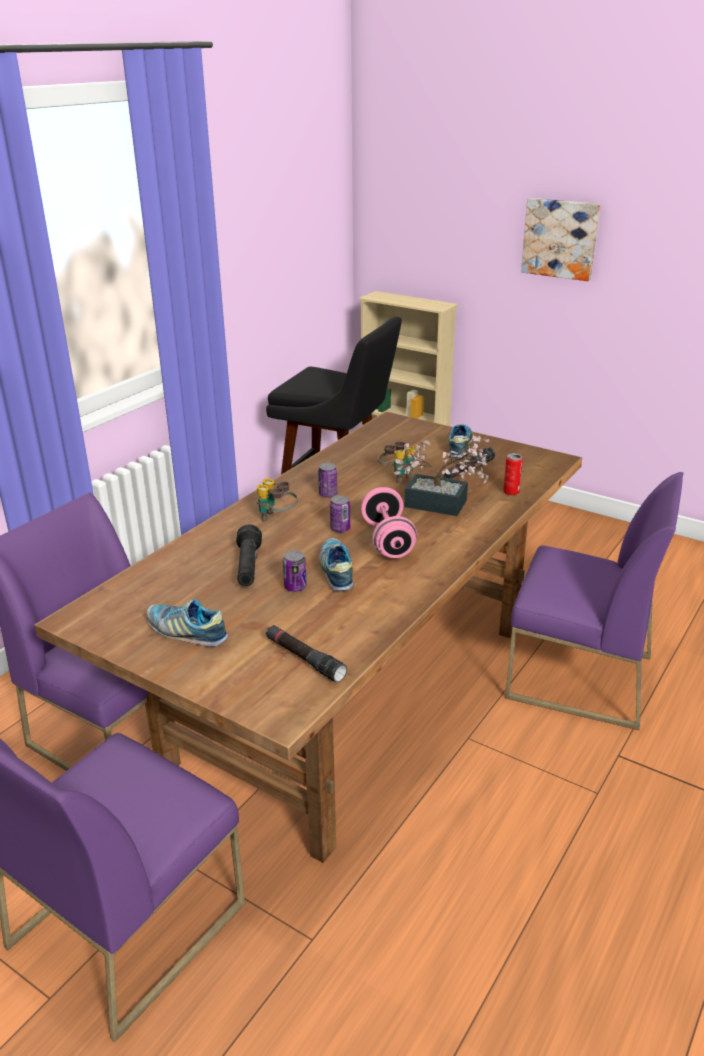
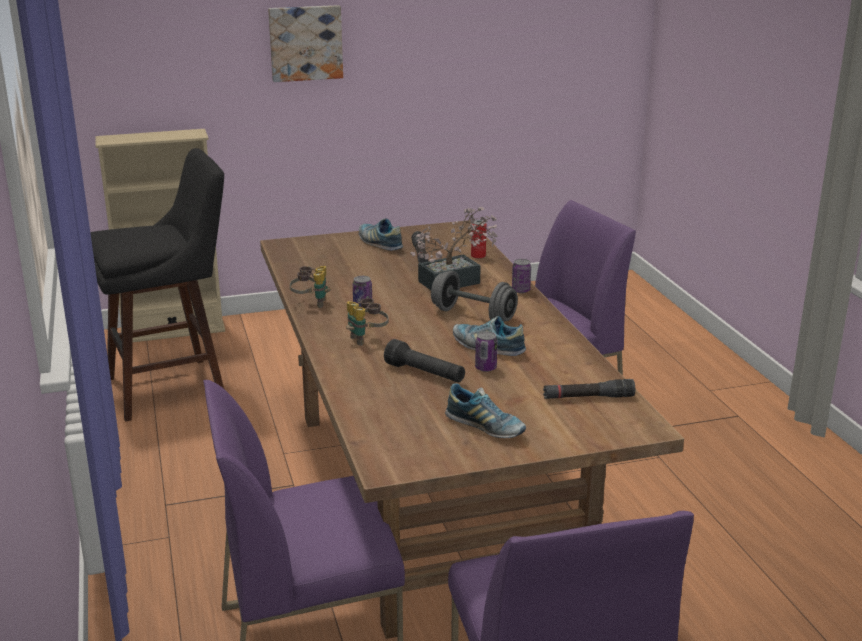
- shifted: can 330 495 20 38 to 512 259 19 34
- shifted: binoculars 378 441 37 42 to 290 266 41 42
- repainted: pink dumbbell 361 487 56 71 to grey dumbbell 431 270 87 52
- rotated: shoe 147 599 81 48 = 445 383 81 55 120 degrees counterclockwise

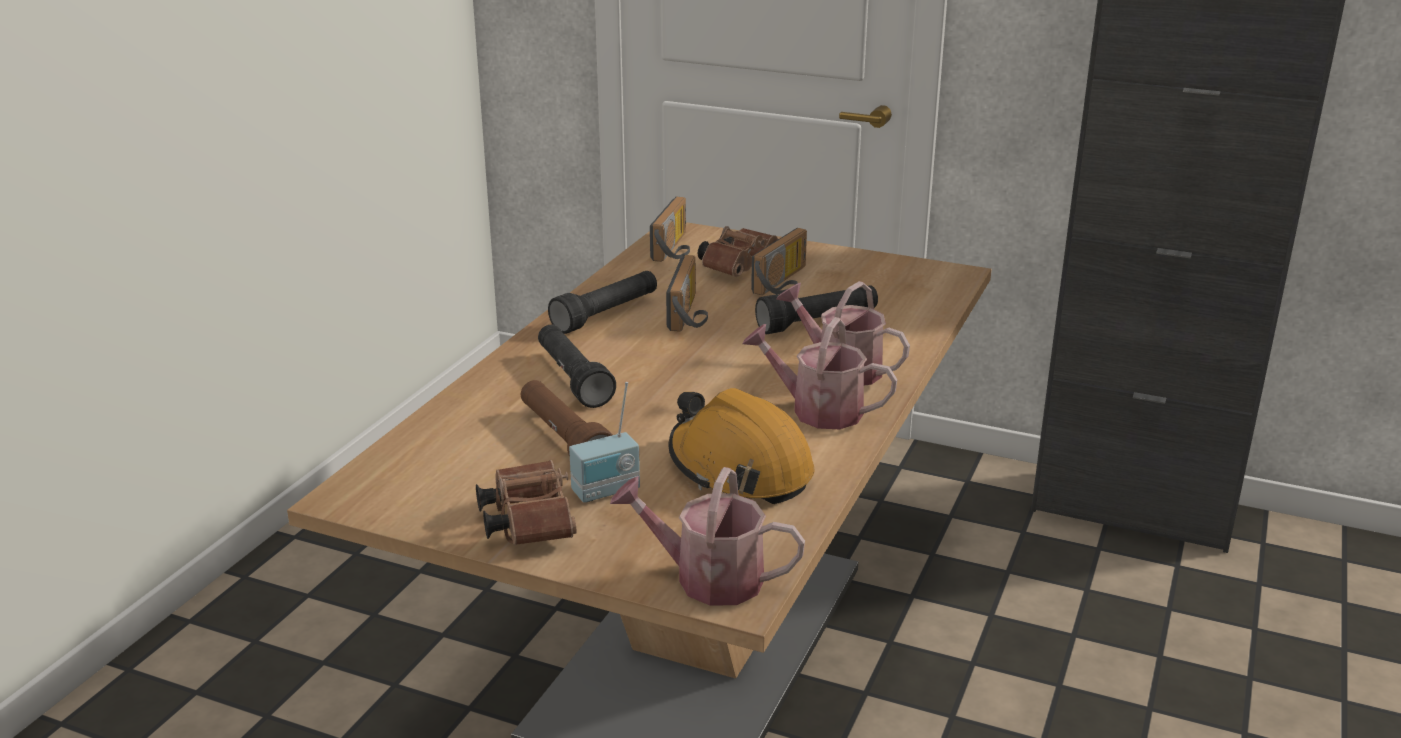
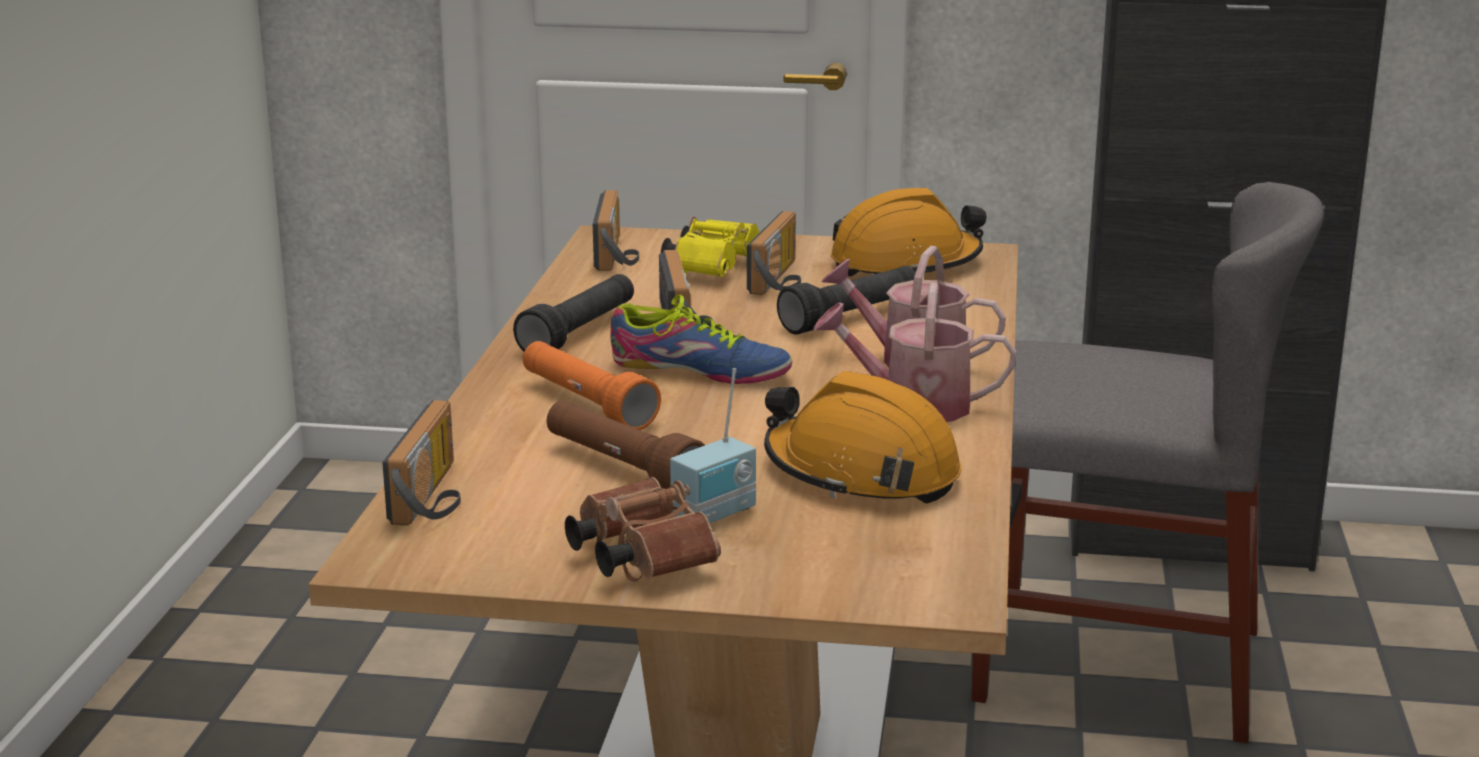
- gone: watering can 610 467 195 139
- new: radio 382 400 79 126
- new: shoe 610 294 182 90
- new: orange hard hat 830 188 156 88
- new: grey chair 971 182 353 561
- repainted: black flashlight 538 325 78 83 to orange flashlight 523 341 138 89
- repainted: brown binoculars 698 226 80 51 to yellow binoculars 661 216 99 61

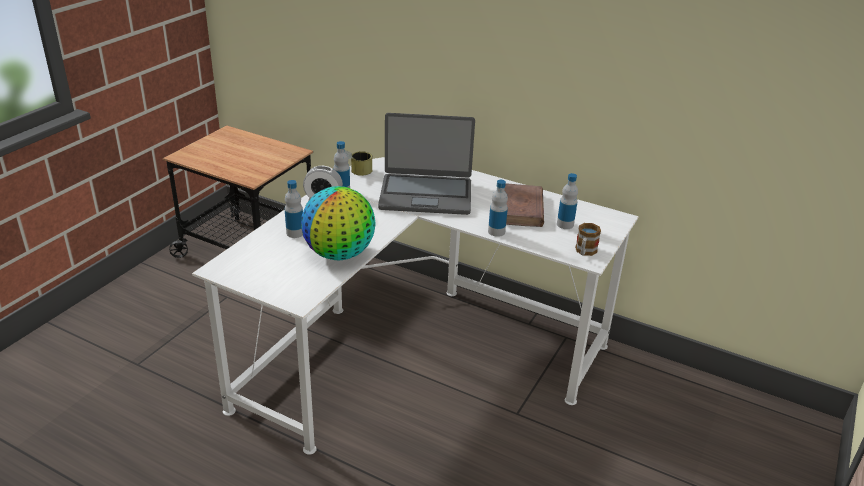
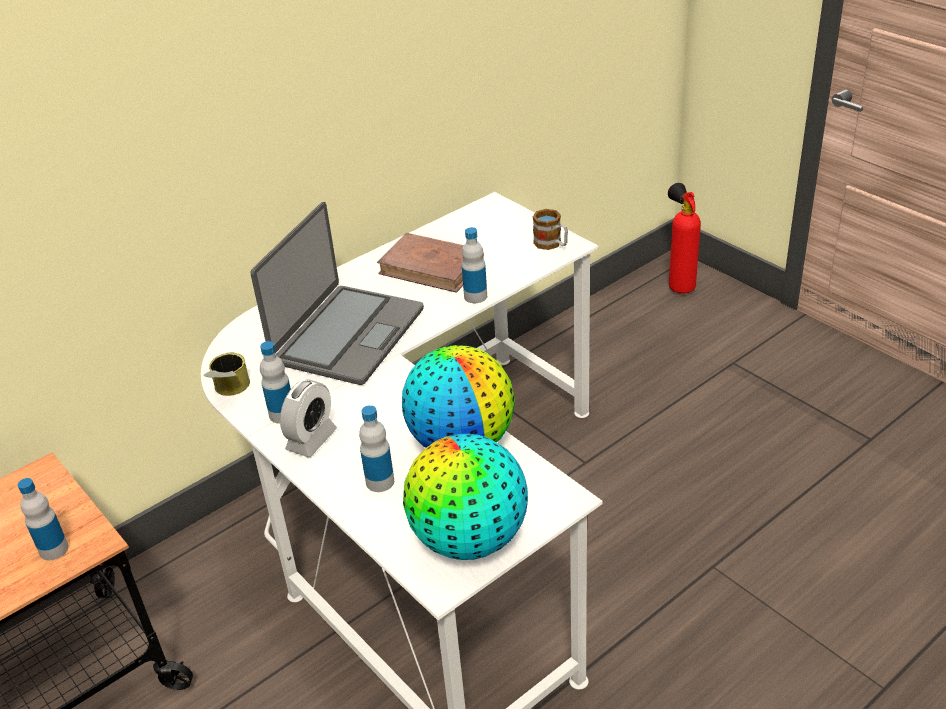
- new: globe 403 434 125 126
- new: fire extinguisher 668 183 33 111
- shifted: bottle 557 173 21 56 to 18 478 51 82

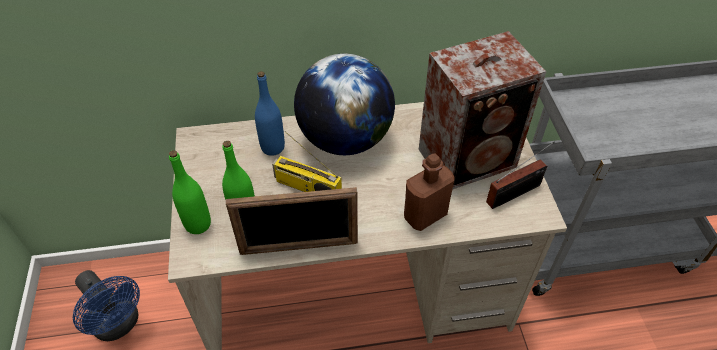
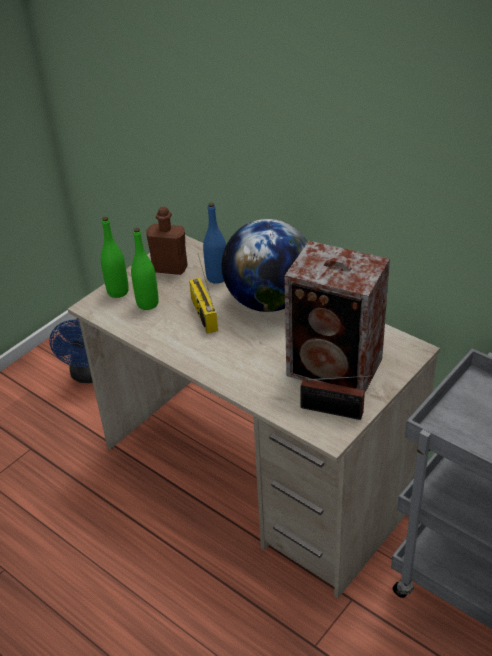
- gone: picture frame 226 187 132 68
- shifted: brown bottle 404 154 51 77 to 146 207 42 68

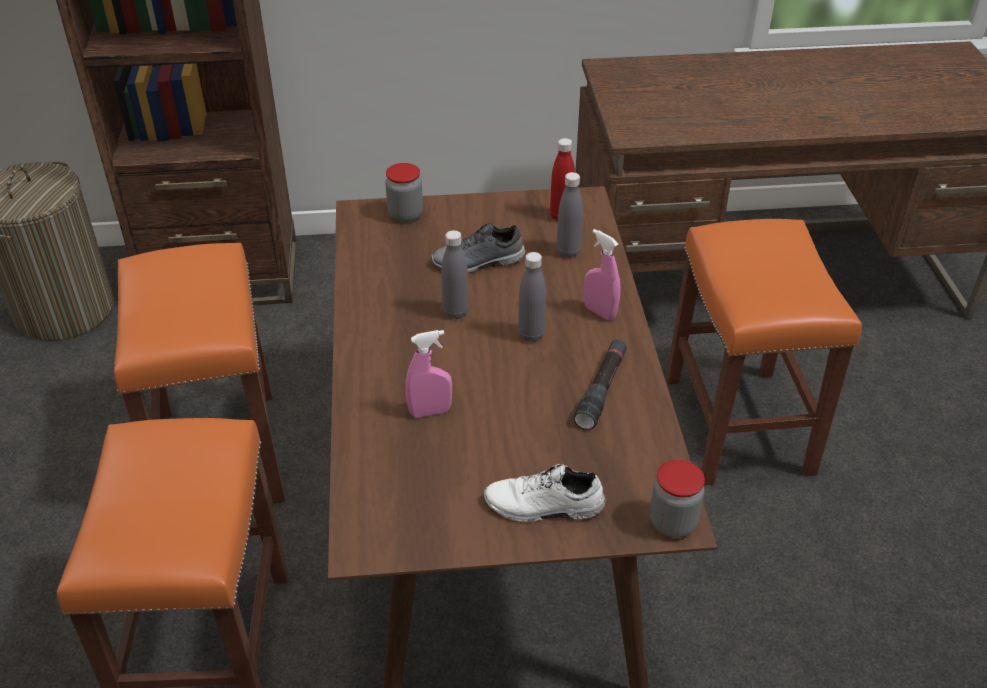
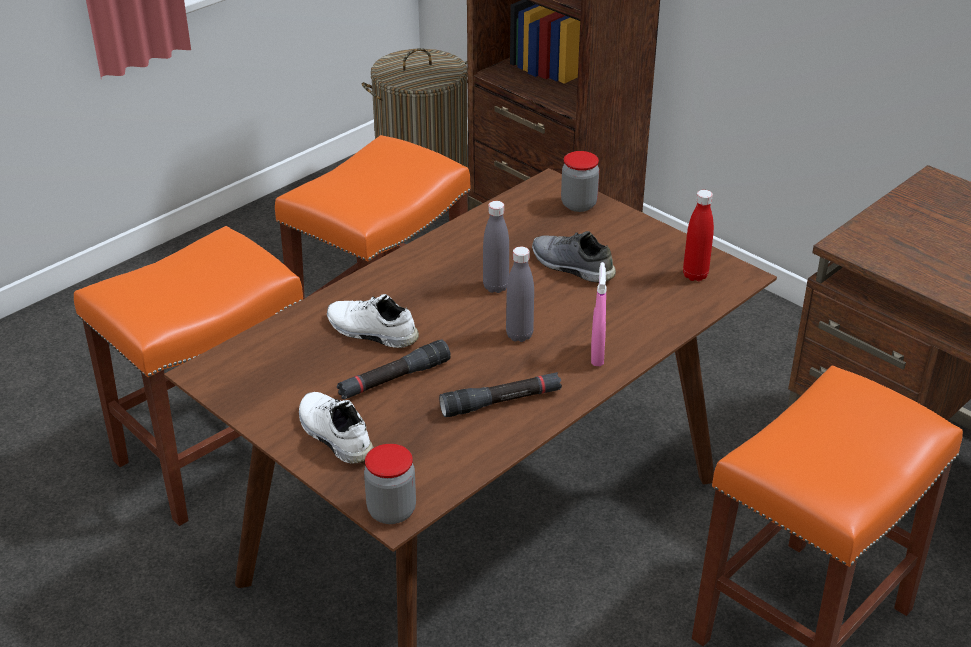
- gone: grey bottle 556 172 27 86
- new: black flashlight 337 339 114 61
- swapped: pink spray bottle 405 330 47 88 to white shoe 327 294 92 54

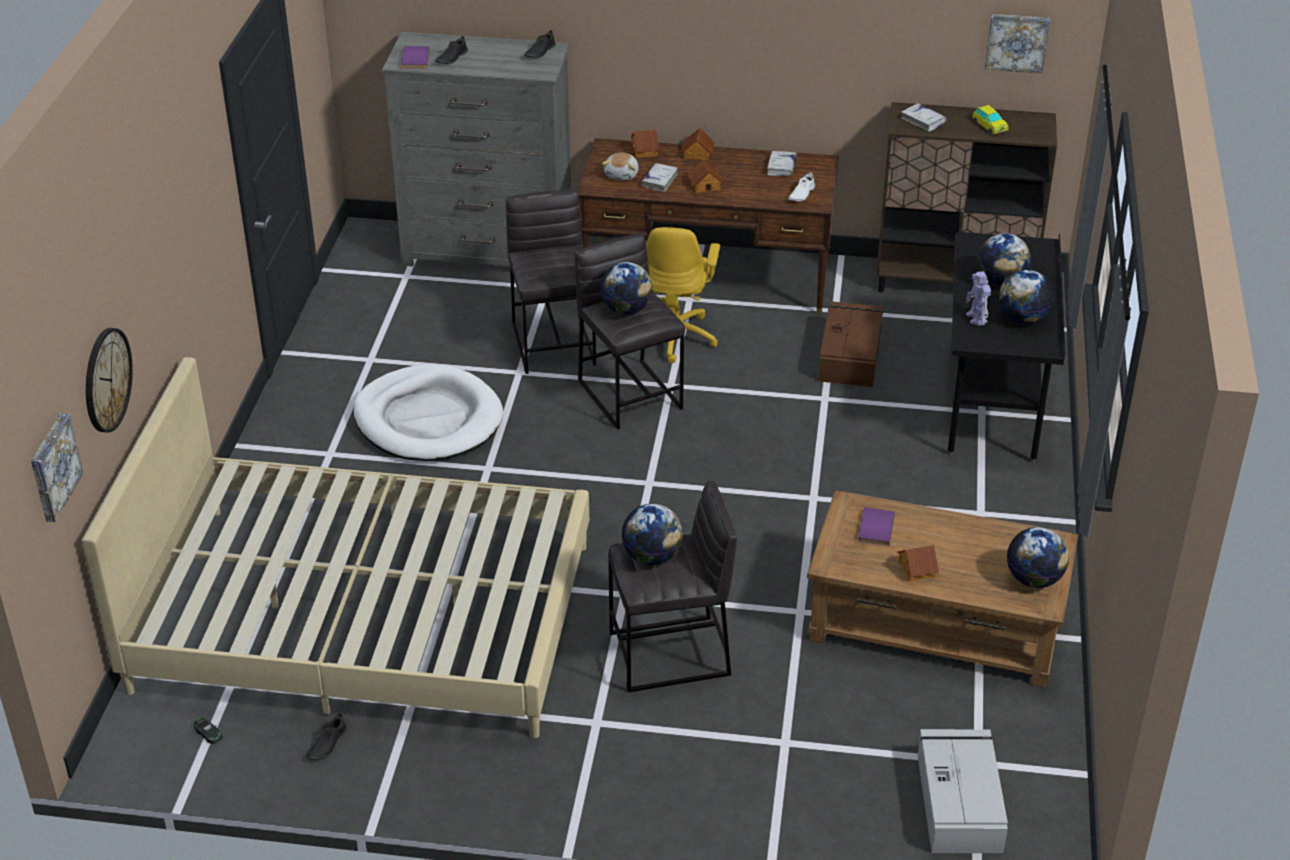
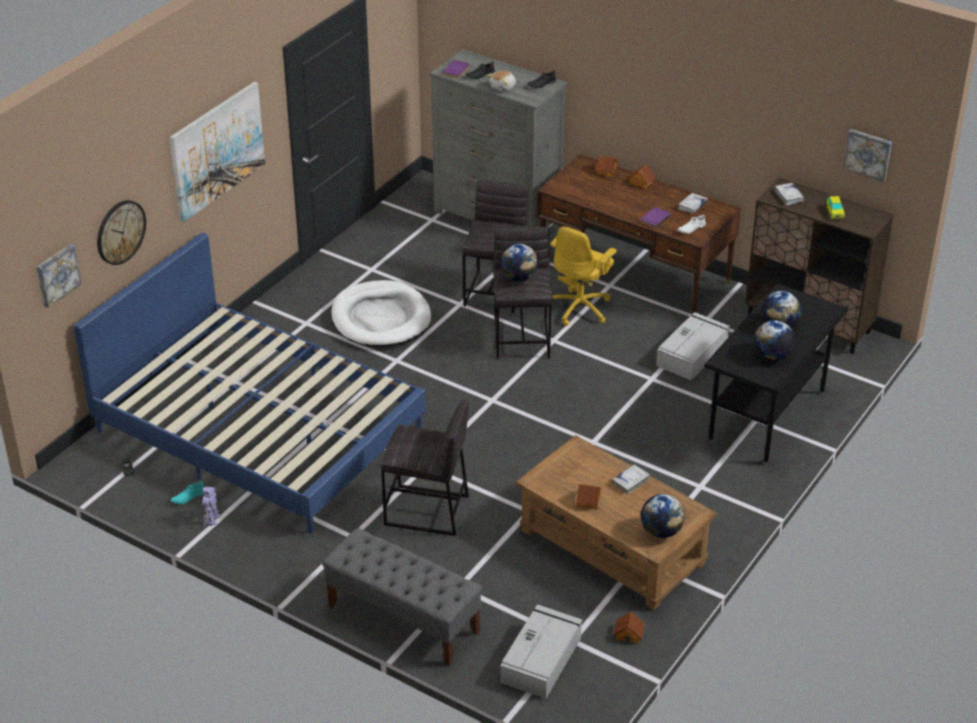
- gone: globe 621 504 62 61
- new: picture 170 82 95 140
- new: grey bench 322 528 161 138
- shifted: plush toy 602 152 37 29 to 487 70 29 21
- shifted: white book 641 163 37 29 to 612 464 38 30
- shifted: toy house 688 159 36 34 to 613 611 32 33
- shifted: purple book 858 508 37 38 to 640 207 31 22
- shifted: toy robot 966 271 25 55 to 202 487 18 39
- repainted: beige bed 82 357 507 381 to blue bed 74 233 352 301
- repainted: black shoe 306 713 42 47 to turquoise shoe 170 480 35 24
- repainted: brown storage box 818 301 65 86 to grey storage box 656 312 74 69

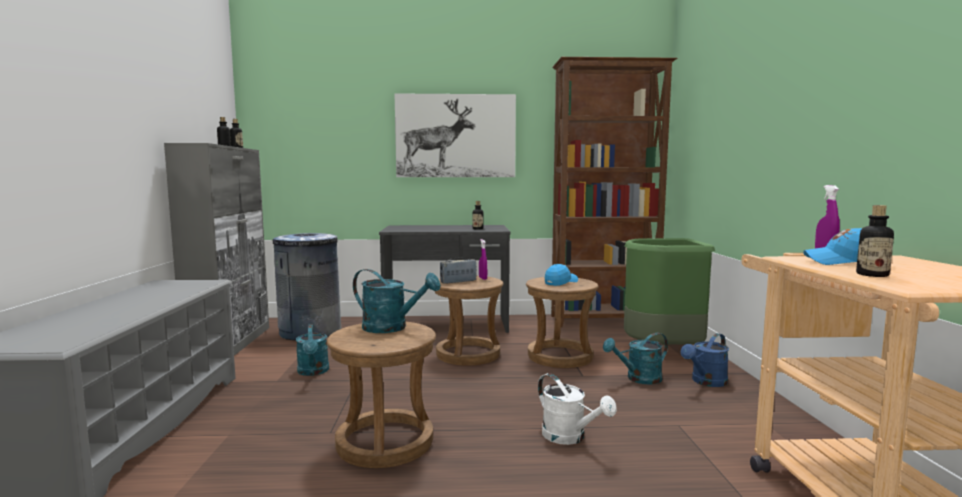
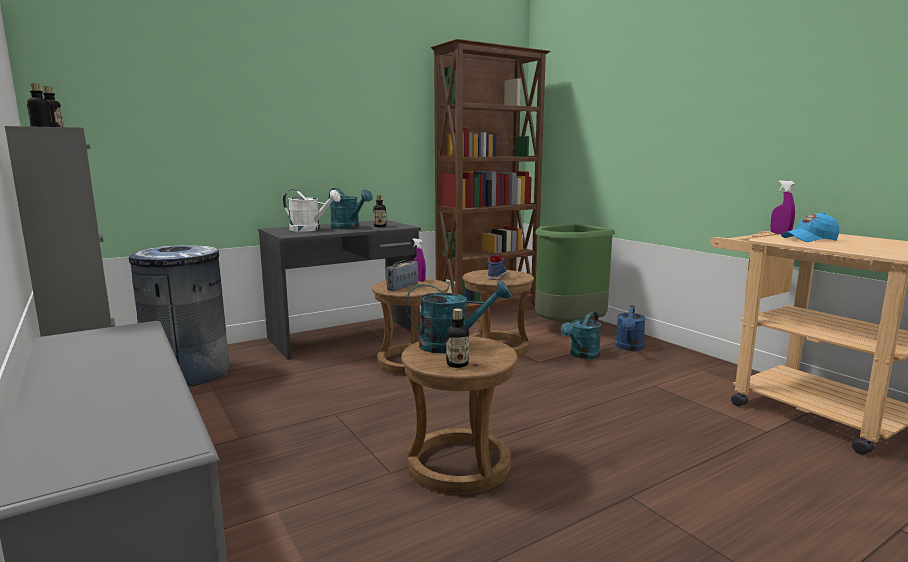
- gone: picture 395 93 121 84
- shifted: turquoise watering can 296 324 33 52 to 329 188 44 41
- shifted: white watering can 538 373 79 72 to 283 189 58 43
- shifted: bottle 856 205 38 72 to 446 309 23 59
- swapped: blue cap 545 264 33 22 to blue shoe 487 254 20 26

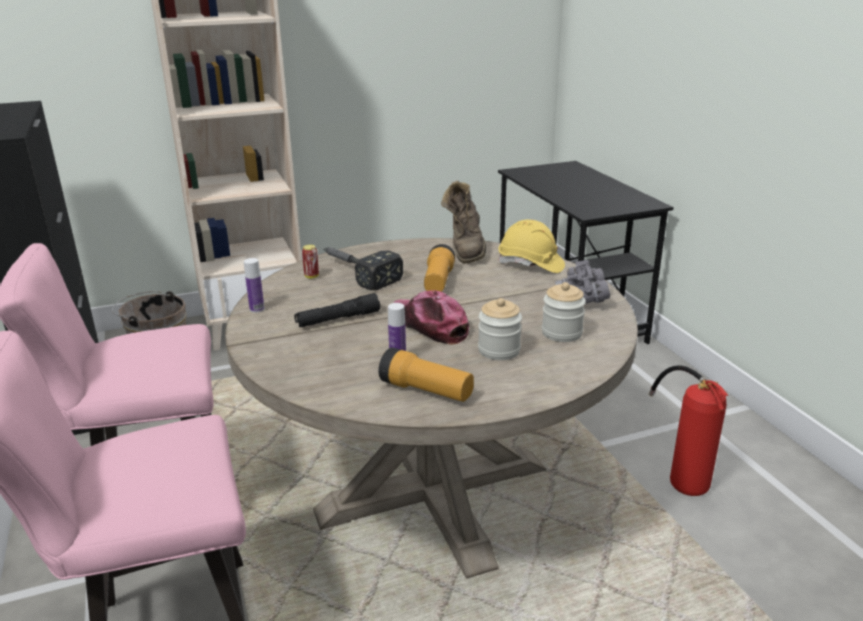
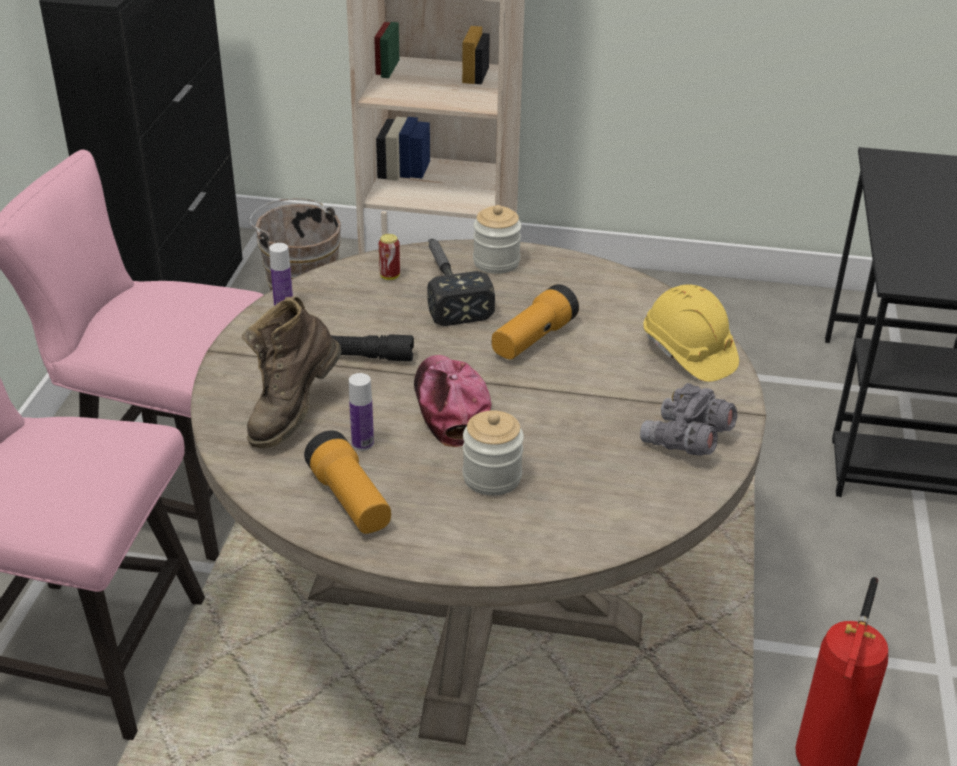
- shifted: brown boot 441 181 45 83 to 242 296 100 152
- shifted: jar 542 282 44 60 to 473 205 49 69

